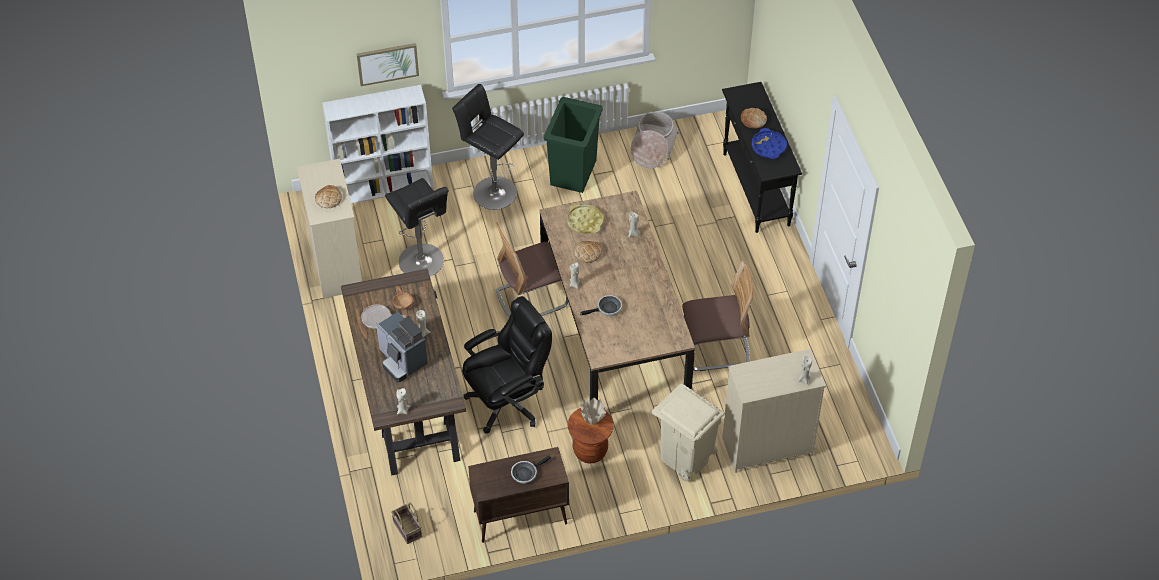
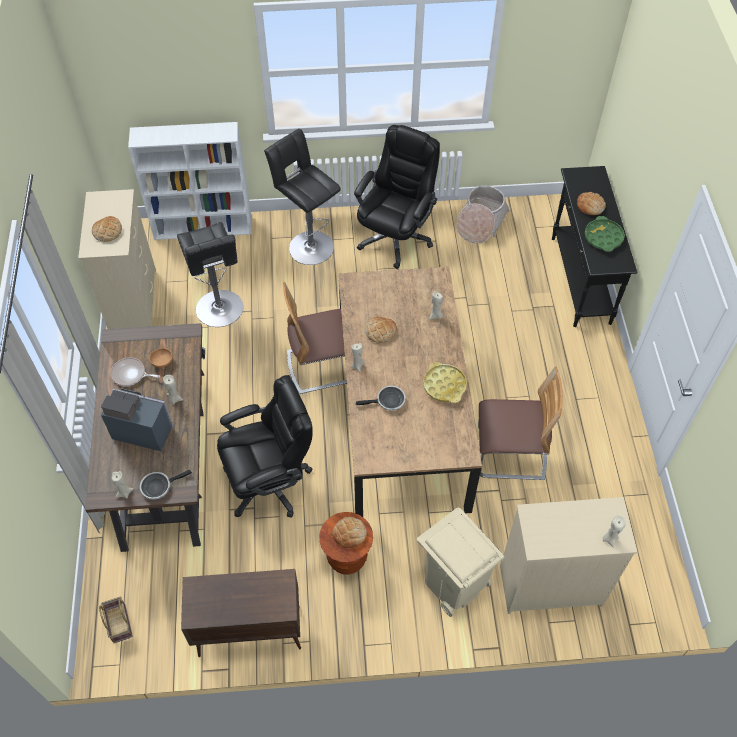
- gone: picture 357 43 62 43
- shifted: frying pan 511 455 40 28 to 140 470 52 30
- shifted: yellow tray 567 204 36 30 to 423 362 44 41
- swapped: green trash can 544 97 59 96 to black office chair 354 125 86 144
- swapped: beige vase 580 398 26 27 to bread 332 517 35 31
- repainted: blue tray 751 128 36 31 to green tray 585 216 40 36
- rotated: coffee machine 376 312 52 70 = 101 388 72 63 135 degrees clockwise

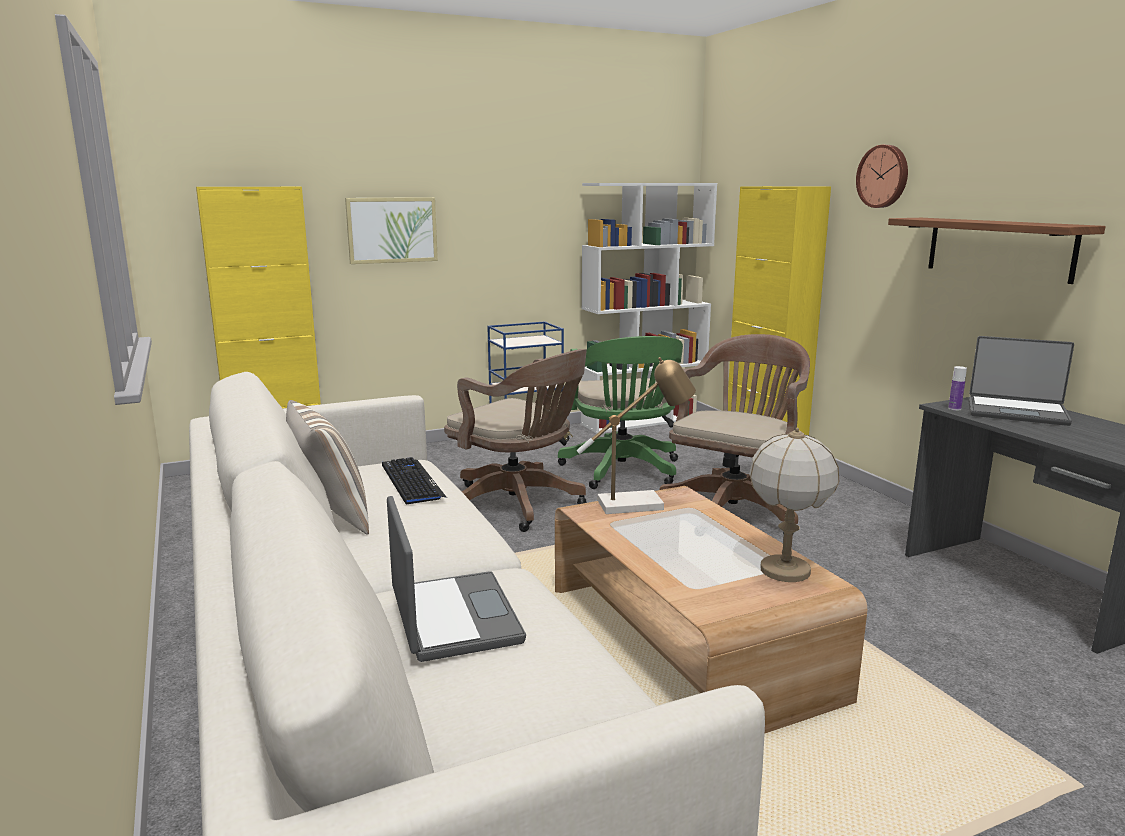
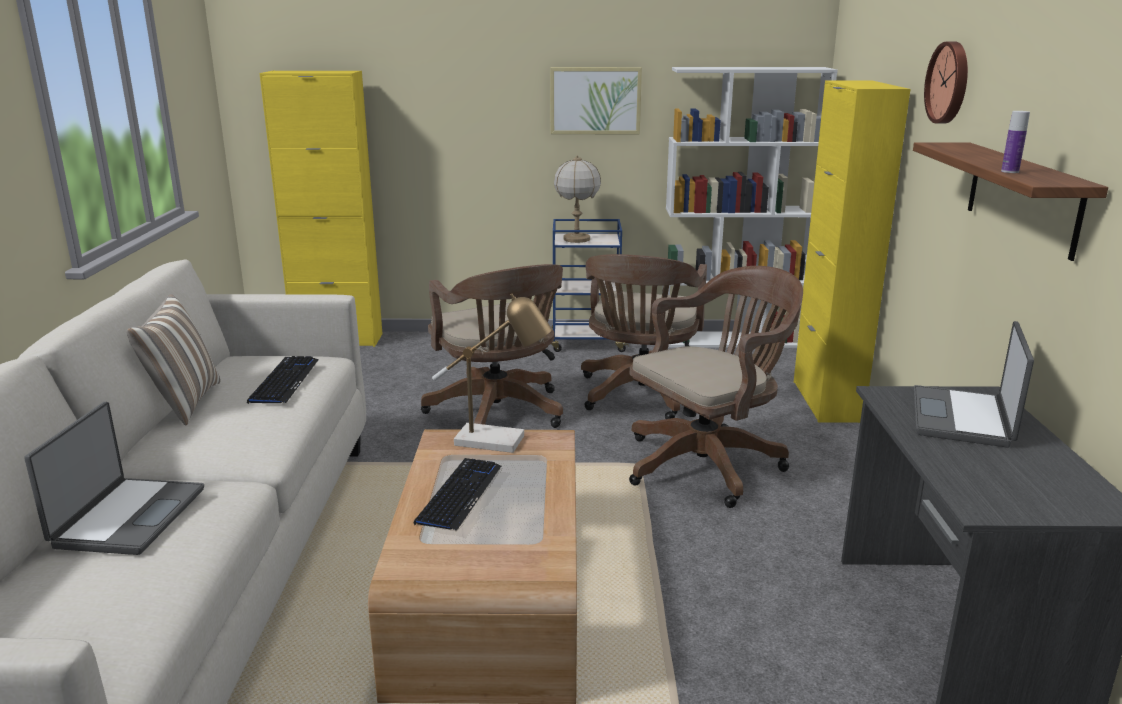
- new: keyboard 413 458 88 73
- shifted: picture 345 197 93 67 to 550 67 92 67
- shifted: table lamp 749 427 90 155 to 554 155 47 88
- shifted: bottle 948 366 19 45 to 1001 111 29 62
- repainted: green office chair 558 336 125 153 to brown office chair 581 254 126 165
- rotated: laptop 969 336 105 90 = 914 321 120 126 60 degrees clockwise

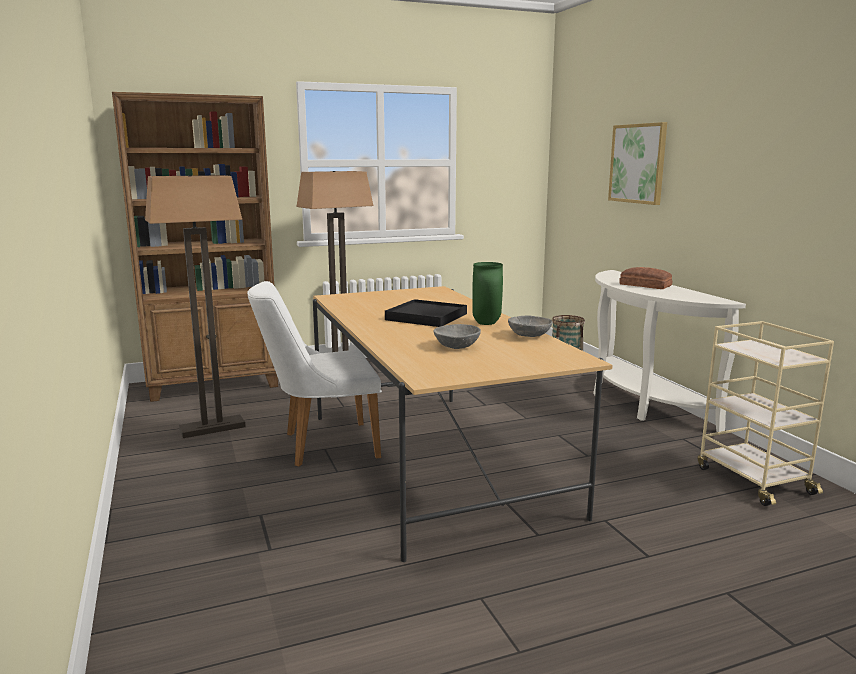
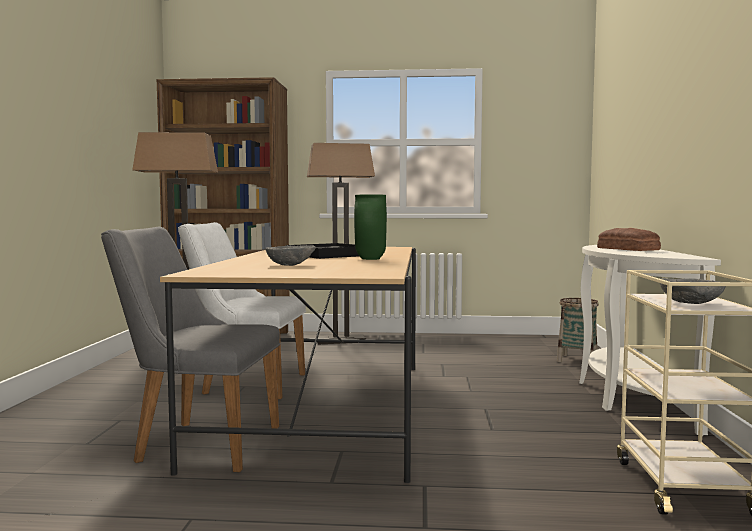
- gone: picture 608 122 59 83
- new: grey chair 101 227 179 245
- shifted: grey bowl 508 315 45 22 to 660 278 66 26

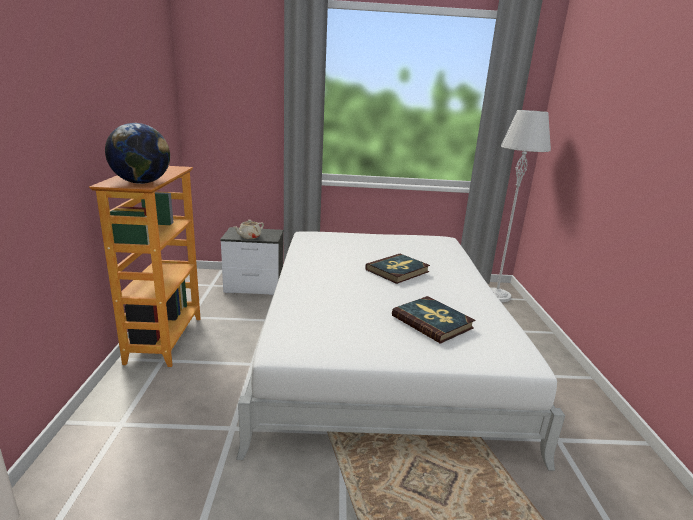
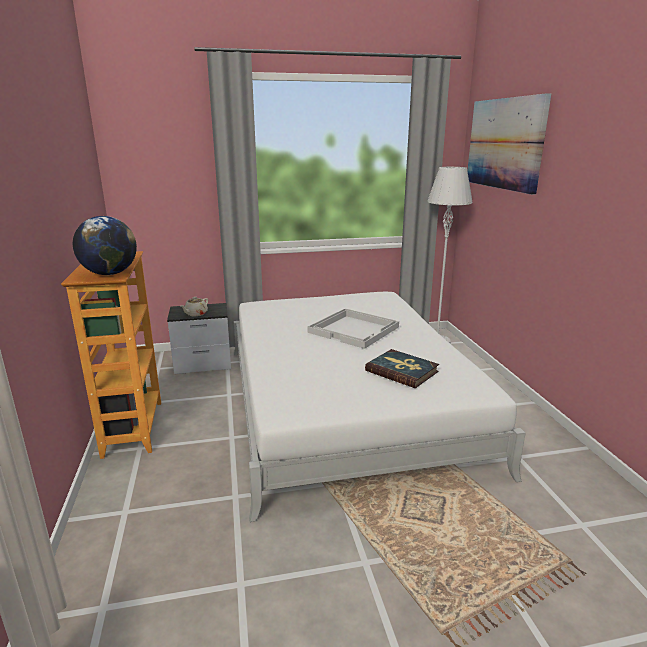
- new: picture 467 93 84 102
- swapped: book 365 254 65 30 to white tray 308 308 91 41

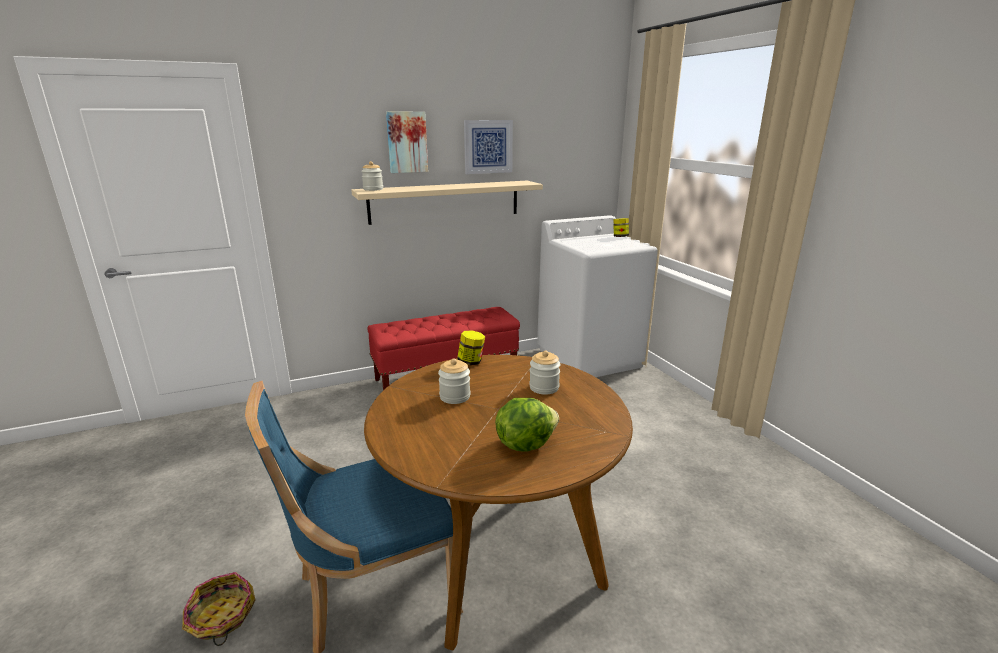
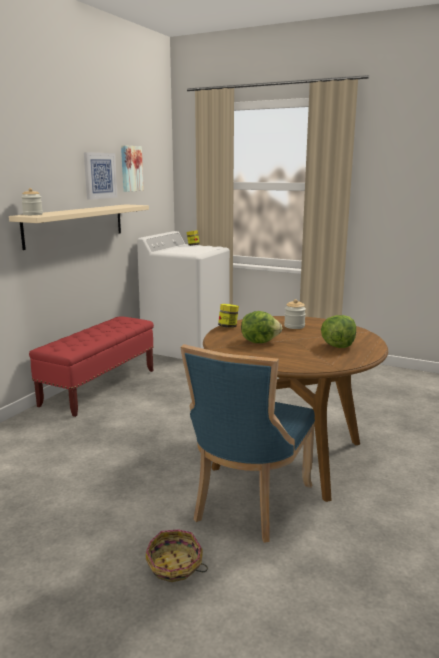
- shifted: picture 386 112 42 61 to 121 145 23 47
- swapped: jar 438 359 32 45 to lettuce 241 311 41 32

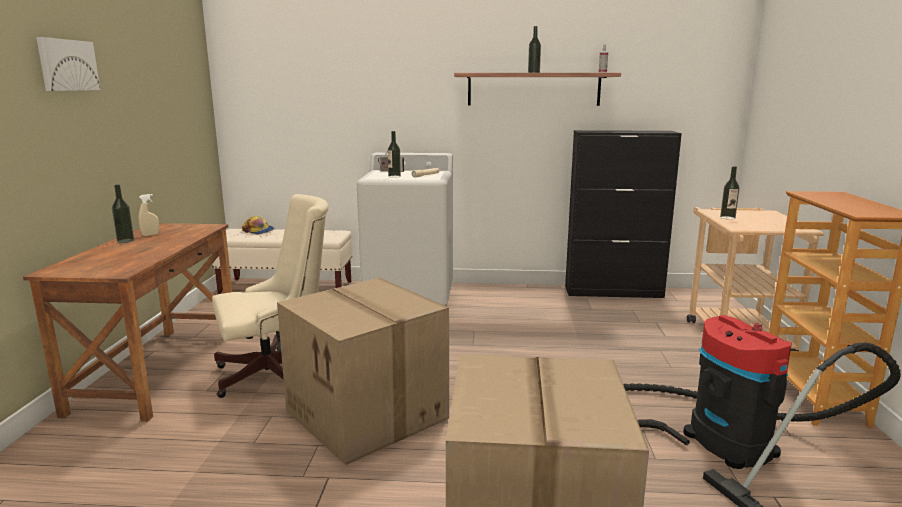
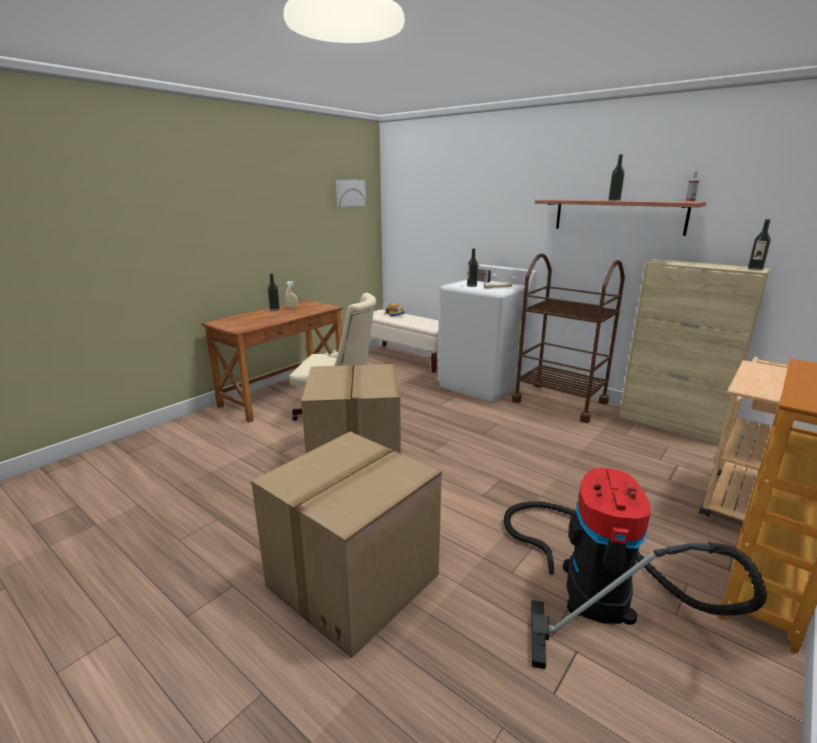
- new: brown cart 512 254 113 169
- shifted: picture 36 37 64 54 to 336 180 30 27
- shifted: bottle 720 166 20 54 to 748 219 23 51
- repainted: black cabinet 565 130 117 168 to beige cabinet 619 259 151 185

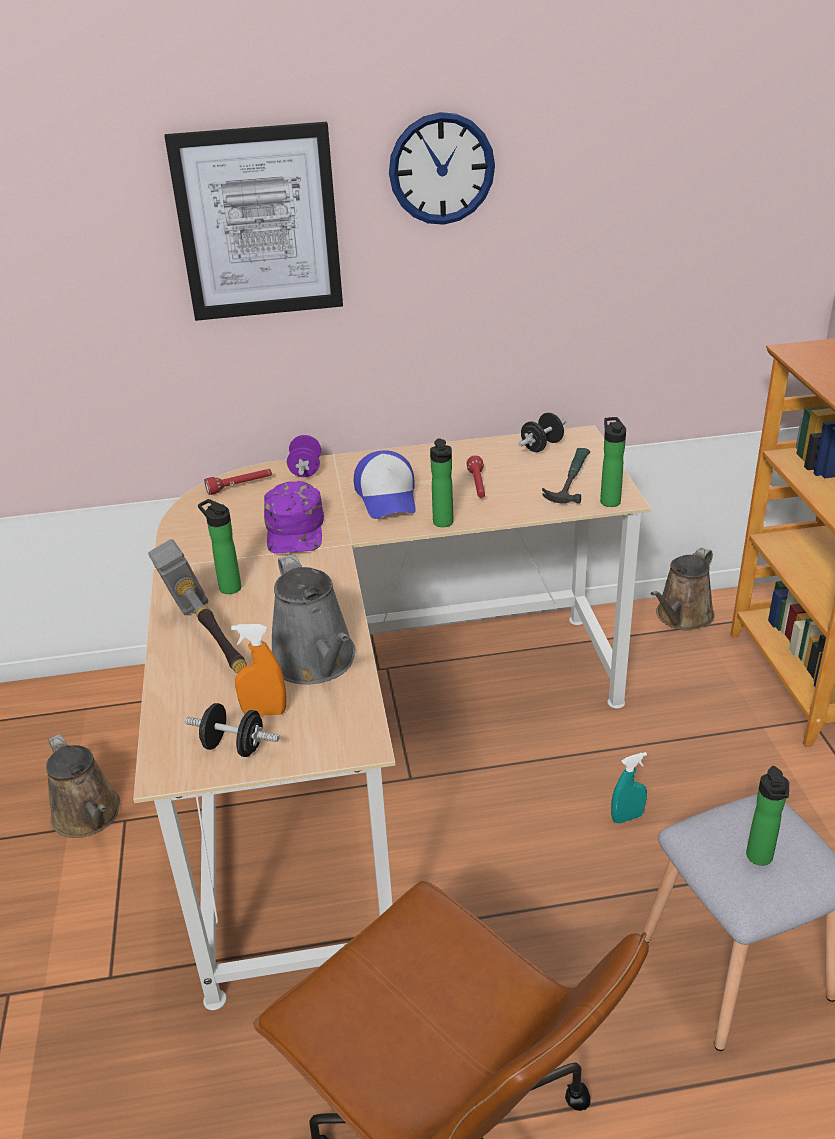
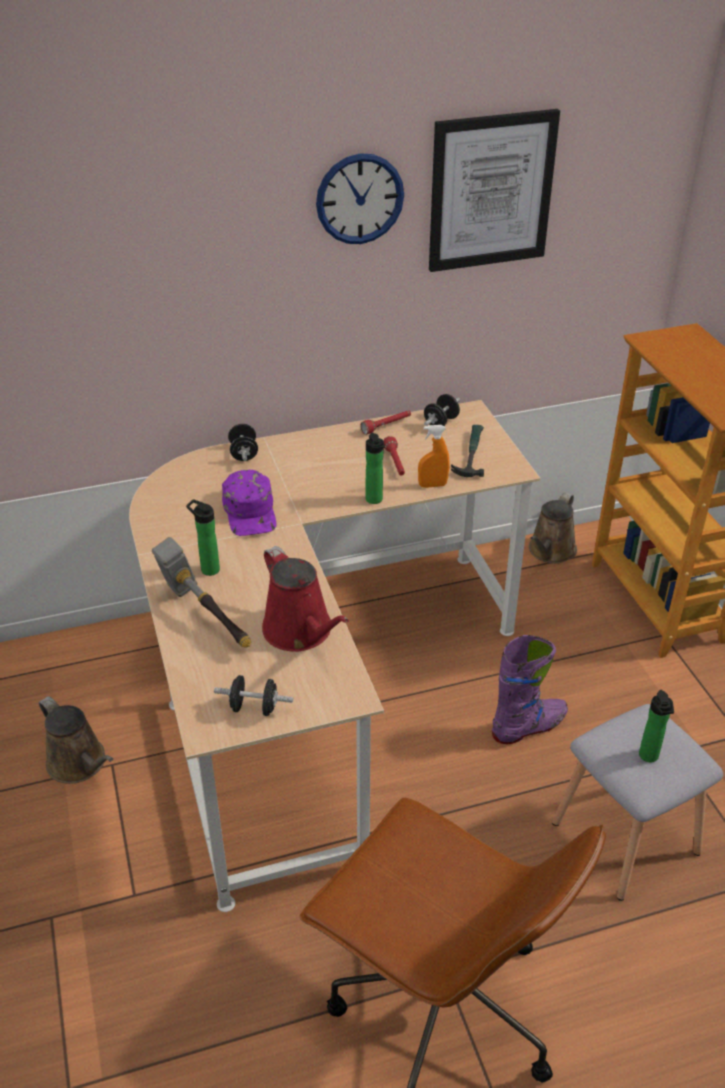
- gone: cap 354 451 62 68
- gone: bottle 600 417 26 90
- shifted: picture 165 122 178 199 to 429 109 131 163
- shifted: red flashlight 204 469 68 26 to 361 410 50 25
- shifted: orange spray bottle 231 624 55 92 to 418 425 32 63
- swapped: turquoise spray bottle 611 752 36 71 to purple boot 492 635 76 109
- repainted: grey watering can 272 554 84 131 to red watering can 262 546 87 106
- repainted: purple dumbbell 287 435 34 42 to black dumbbell 228 424 30 37

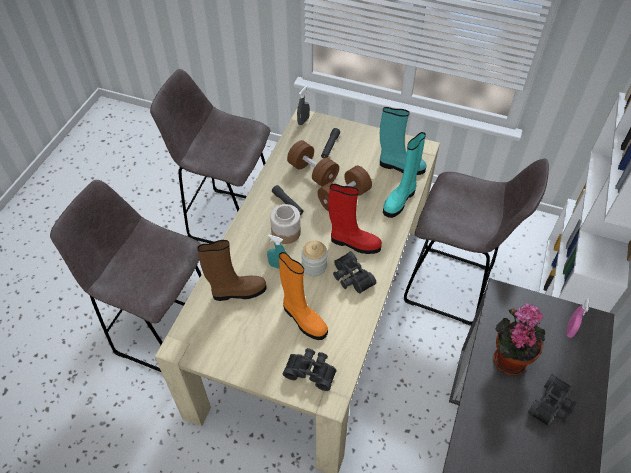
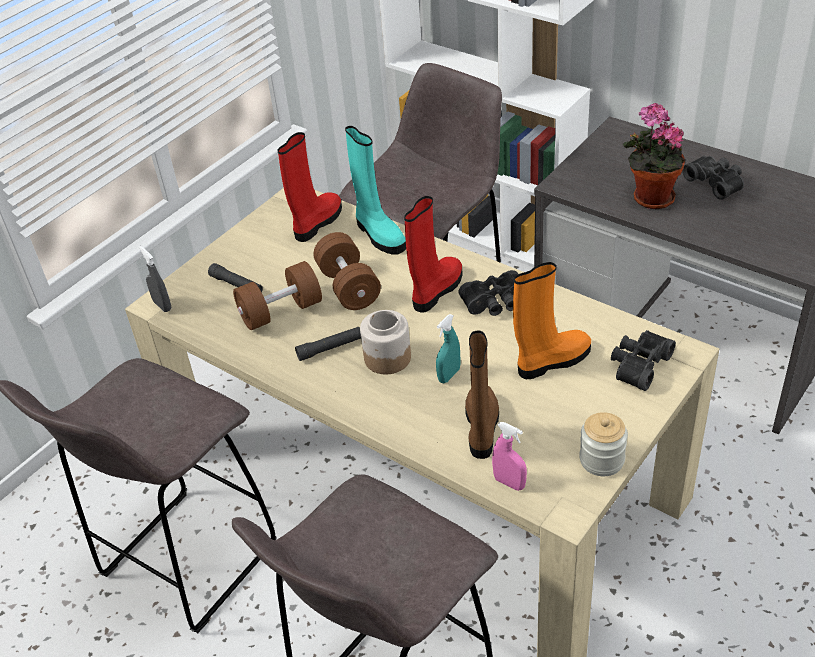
- shifted: jar 301 241 27 35 to 579 412 49 64
- shifted: pink spray bottle 566 298 23 40 to 492 422 35 69
- repainted: turquoise boot 380 107 46 68 to red boot 278 132 64 110

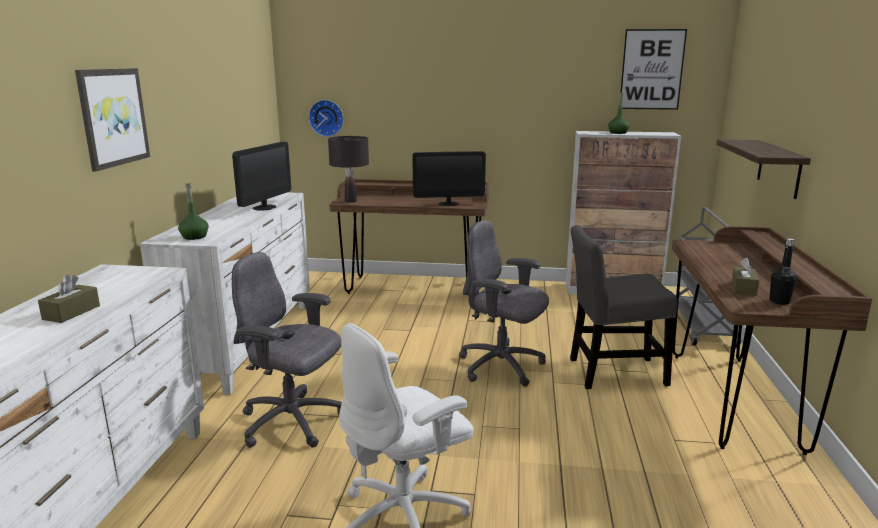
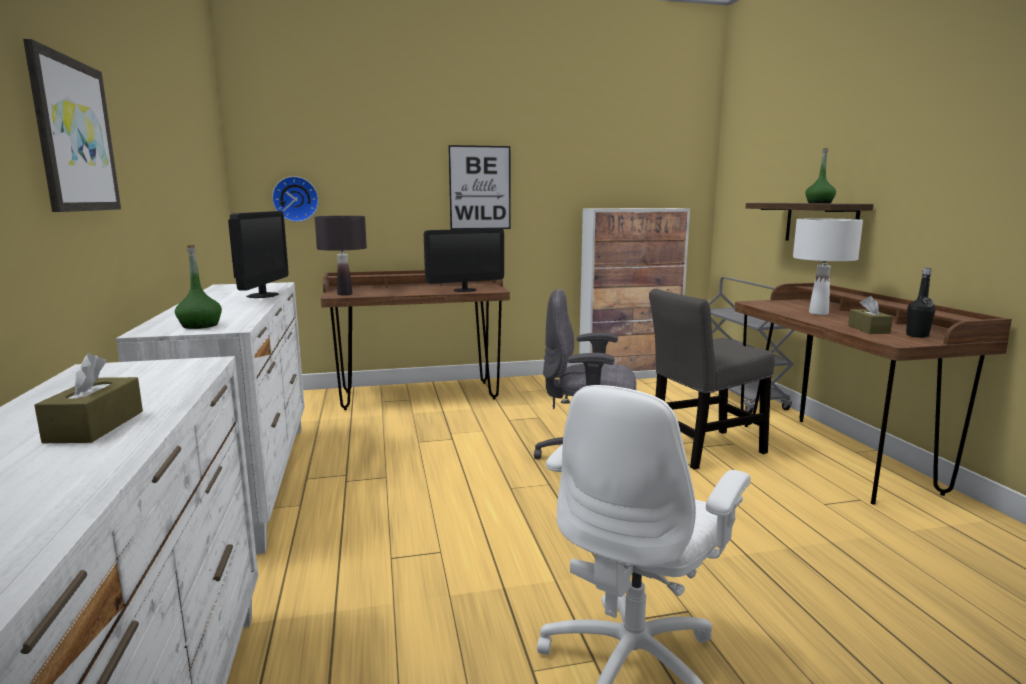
- gone: grey office chair 232 252 110 196
- new: white table lamp 793 219 70 96
- shifted: green bottle 608 92 21 42 to 805 148 31 55
- shifted: picture 620 29 67 81 to 448 145 63 85

